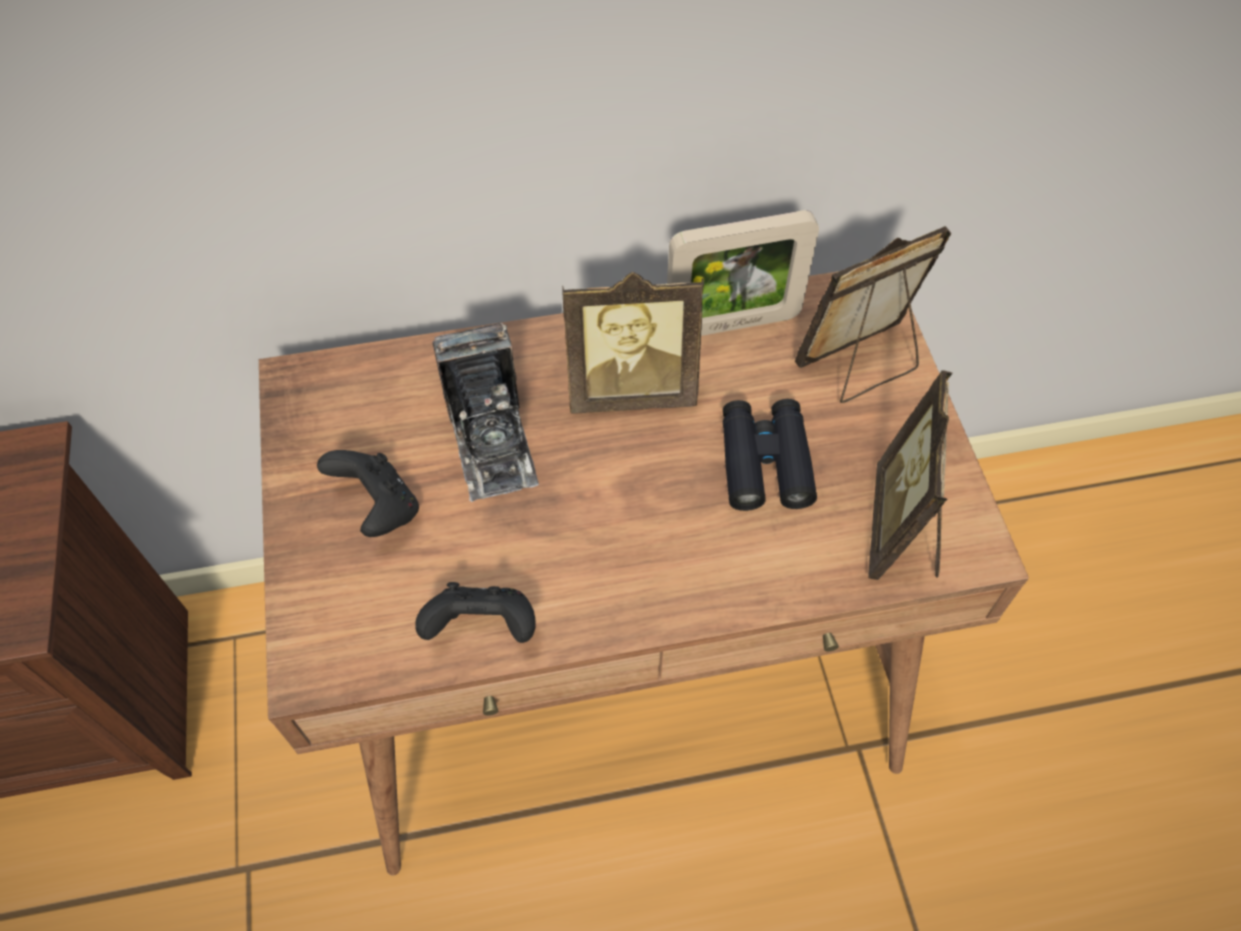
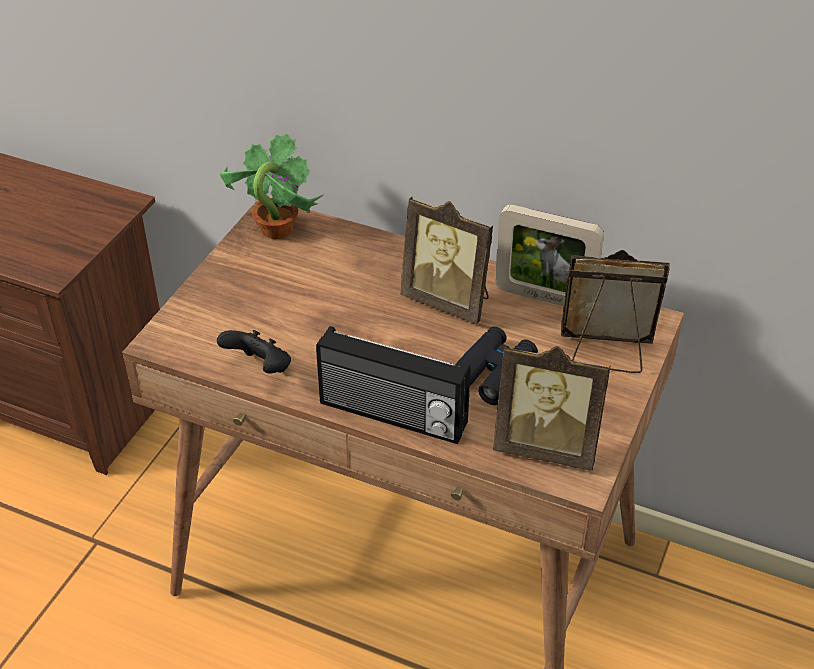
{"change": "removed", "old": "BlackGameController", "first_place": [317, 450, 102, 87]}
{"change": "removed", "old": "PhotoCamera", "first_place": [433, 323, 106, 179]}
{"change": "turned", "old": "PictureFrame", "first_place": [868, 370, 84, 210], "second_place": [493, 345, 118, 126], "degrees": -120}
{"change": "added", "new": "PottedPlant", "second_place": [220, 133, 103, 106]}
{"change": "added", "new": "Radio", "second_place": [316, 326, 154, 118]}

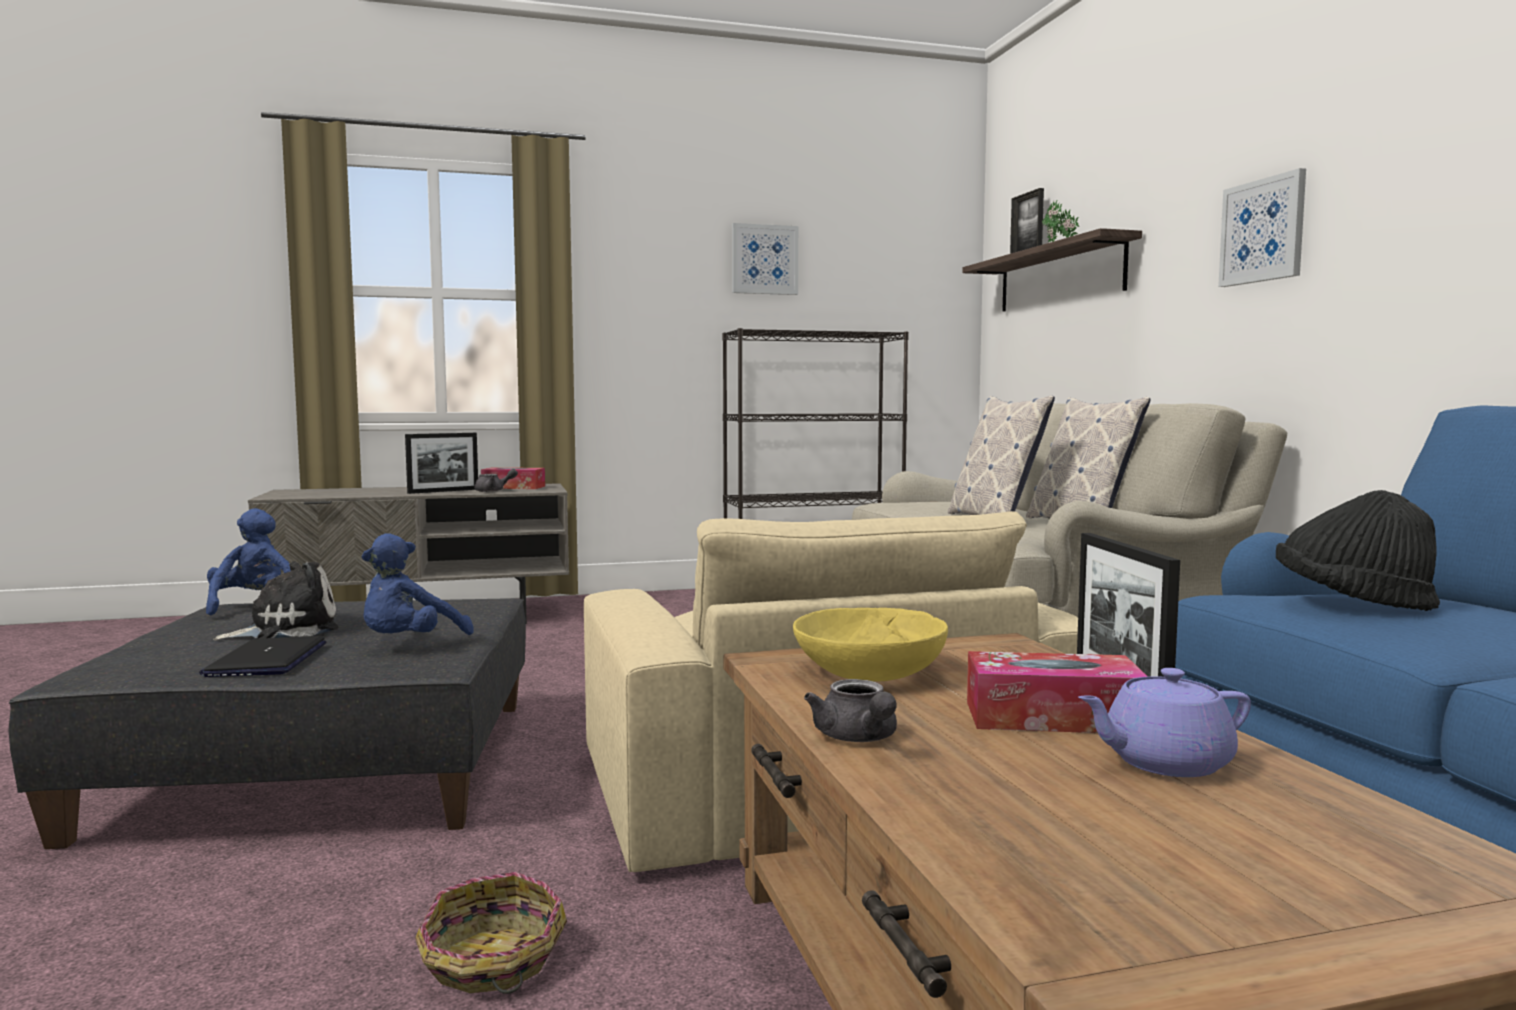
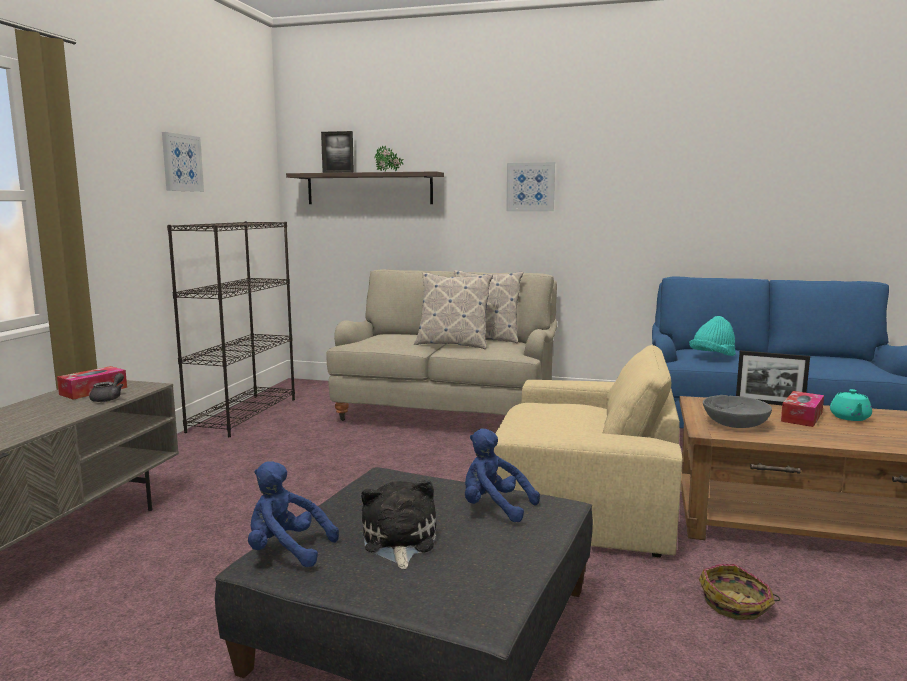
{"change": "removed", "old": "Laptop", "first_place": [199, 636, 127, 41]}
{"change": "turned", "old": "BluePlushToy", "first_place": [362, 533, 112, 102], "second_place": [465, 428, 75, 94], "degrees": 150}
{"change": "removed", "old": "PictureFrame", "first_place": [405, 433, 73, 61]}
{"change": "recoloured", "old": "YellowBowl", "new": "GreyBowl", "first_place": [793, 608, 155, 73], "second_place": [703, 395, 69, 33]}
{"change": "removed", "old": "GreyTeapot", "first_place": [804, 679, 93, 63]}
{"change": "recoloured", "old": "PurpleTeapot", "new": "TurquoiseTeapot", "first_place": [1078, 668, 173, 109], "second_place": [830, 389, 42, 32]}
{"change": "recoloured", "old": "BlackHat", "new": "TurquoiseHat", "first_place": [1276, 490, 164, 121], "second_place": [689, 316, 47, 40]}

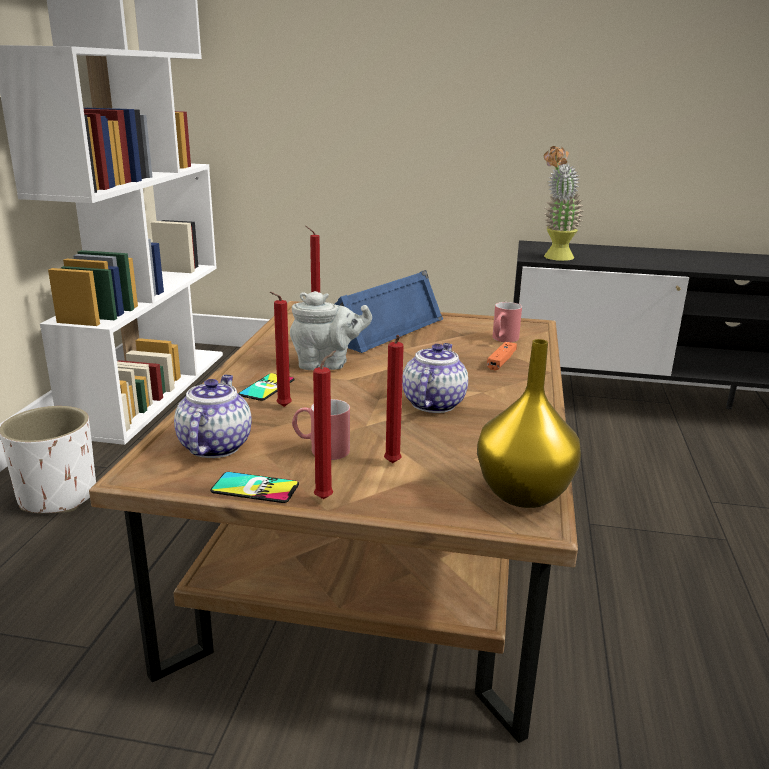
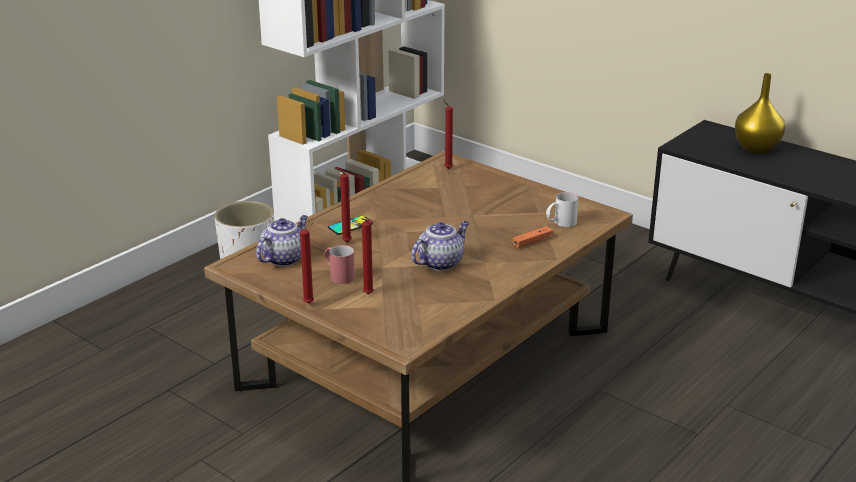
{"change": "removed", "old": "Phone", "first_place": [210, 472, 89, 31]}
{"change": "removed", "old": "GreyTeapot", "first_place": [290, 291, 82, 79]}
{"change": "removed", "old": "BlueSpeaker", "first_place": [335, 270, 108, 83]}
{"change": "moved", "old": "YellowVase", "first_place": [477, 339, 104, 169], "second_place": [735, 73, 50, 81]}
{"change": "recoloured", "old": "RedMug", "new": "WhiteMug", "first_place": [492, 302, 30, 40], "second_place": [546, 192, 32, 35]}
{"change": "removed", "old": "PottedPlant", "first_place": [544, 146, 40, 115]}

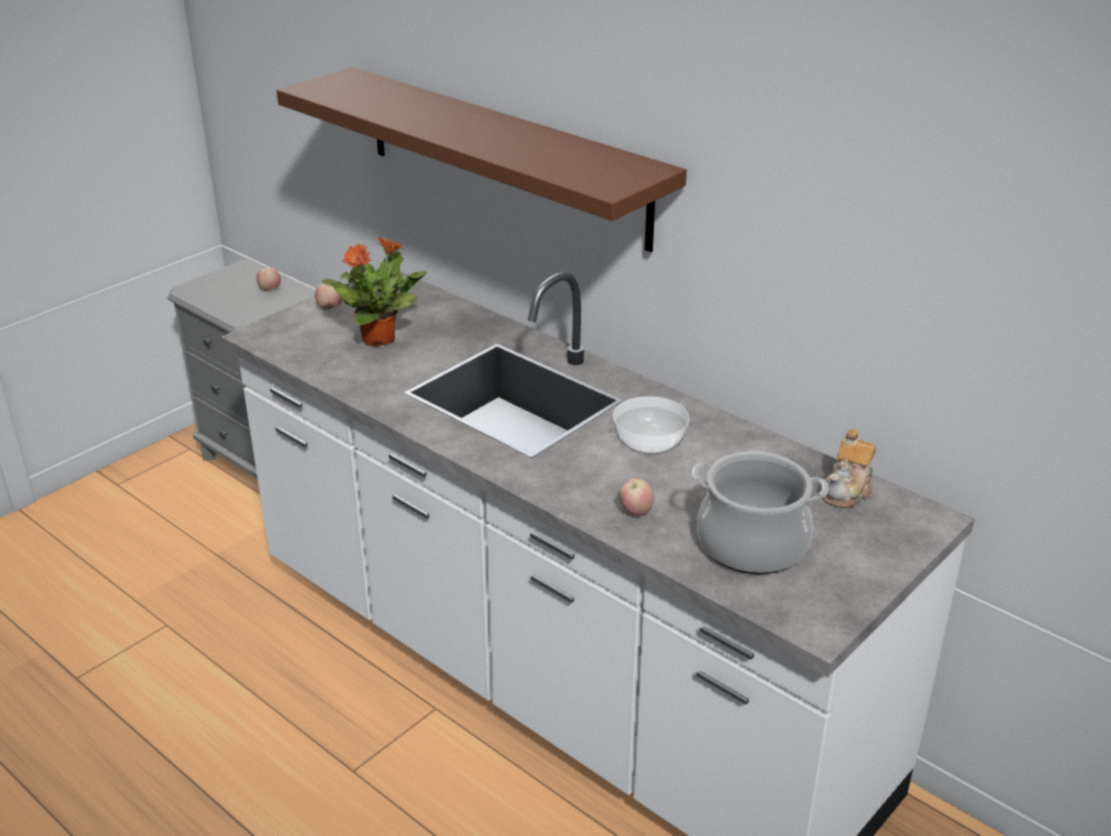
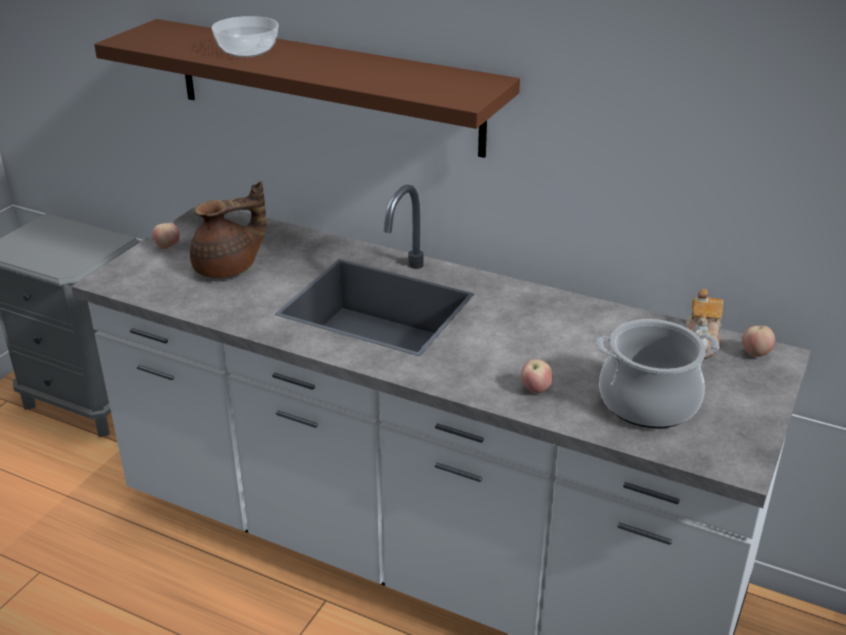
{"change": "moved", "old": "Apple", "first_place": [256, 268, 25, 23], "second_place": [742, 326, 33, 31]}
{"change": "replaced", "old": "PottedPlant", "new": "BrownTeapot", "first_place": [322, 237, 105, 110], "second_place": [190, 181, 76, 97]}
{"change": "moved", "old": "Bowl", "first_place": [613, 396, 77, 58], "second_place": [212, 16, 67, 41]}

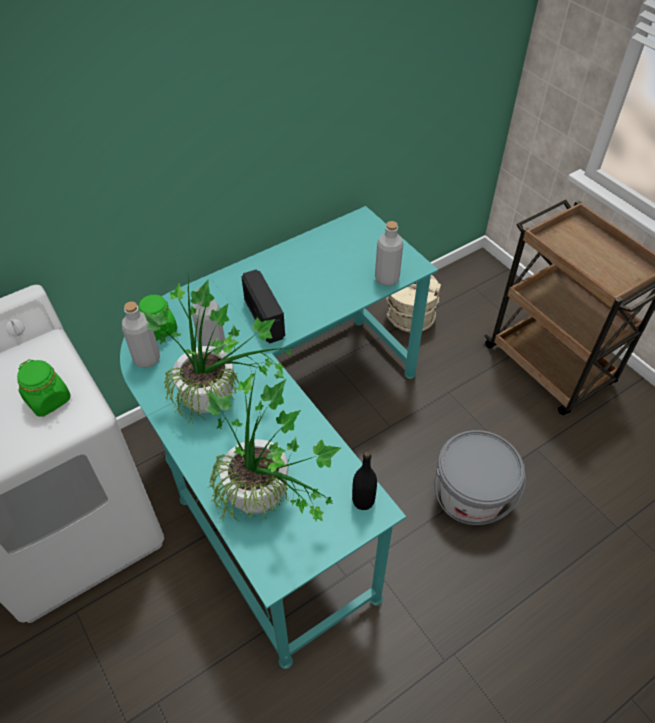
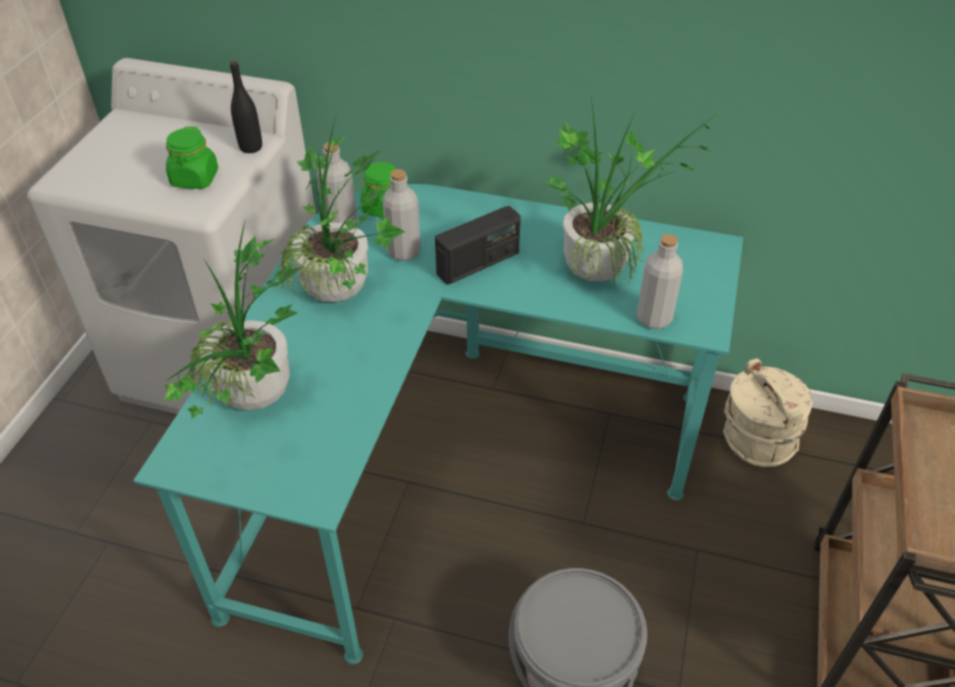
{"change": "turned", "old": "Radio", "first_place": [241, 270, 44, 73], "second_place": [435, 206, 86, 79], "degrees": -150}
{"change": "moved", "old": "BlackBottle", "first_place": [352, 451, 25, 59], "second_place": [230, 60, 32, 93]}
{"change": "added", "new": "PottedPlant", "second_place": [543, 96, 176, 190]}

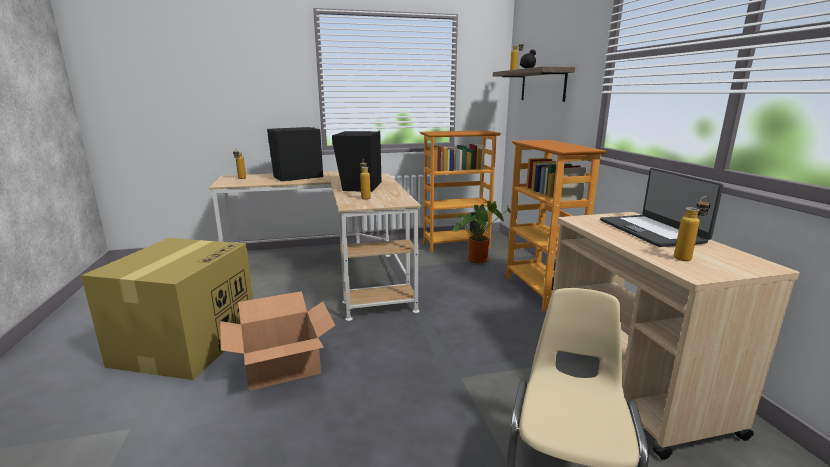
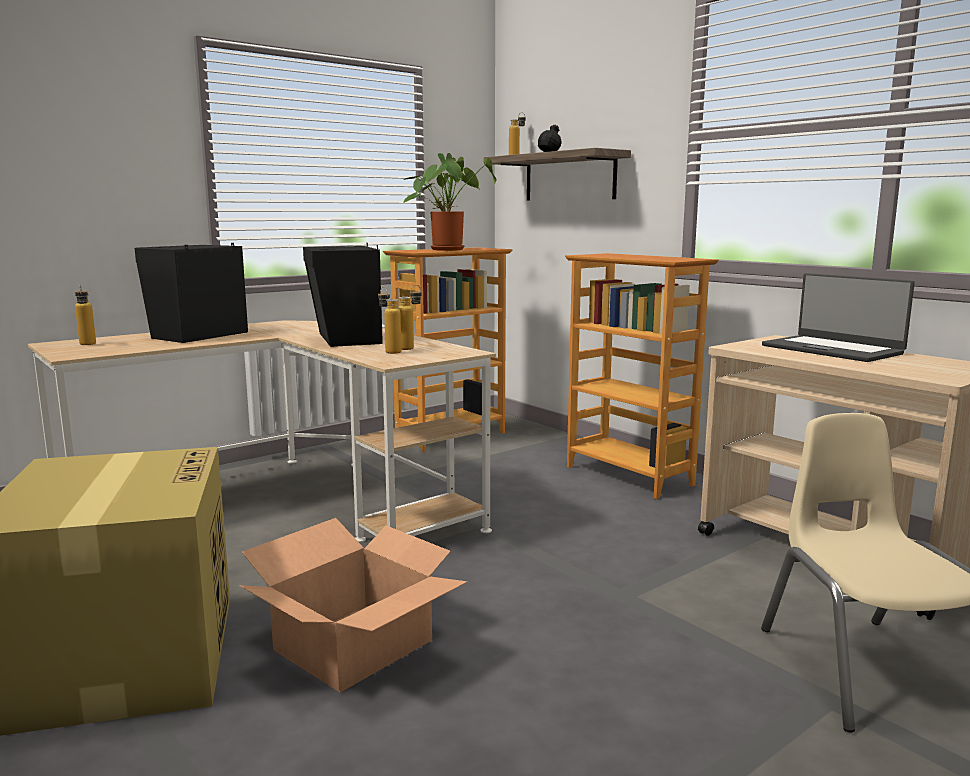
{"change": "moved", "old": "PottedPlant", "first_place": [451, 201, 60, 62], "second_place": [403, 153, 94, 98]}
{"change": "moved", "old": "Bottle", "first_place": [674, 196, 37, 65], "second_place": [398, 285, 23, 65]}

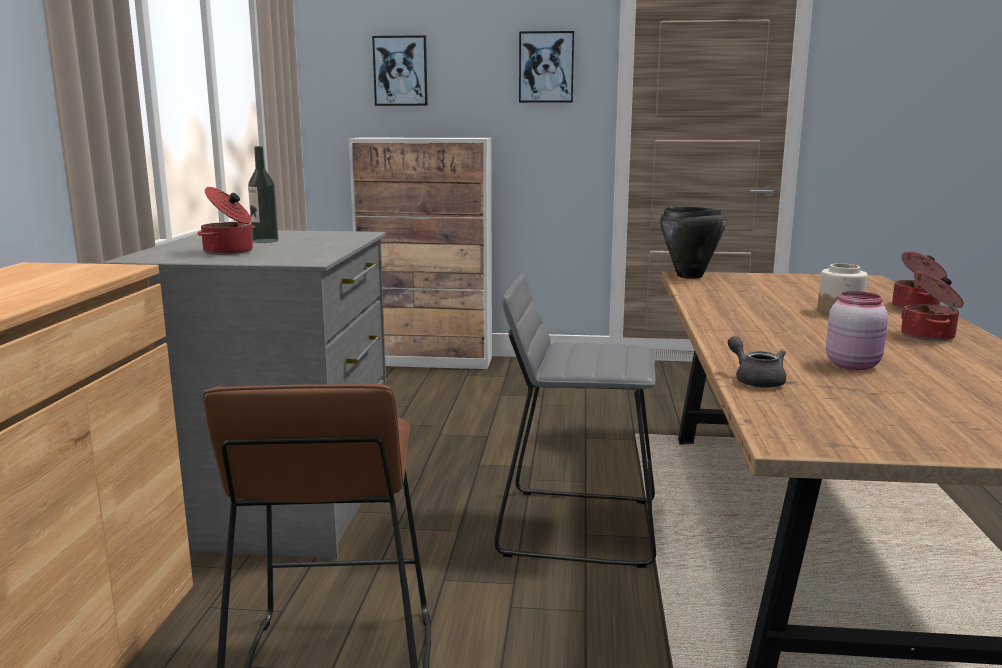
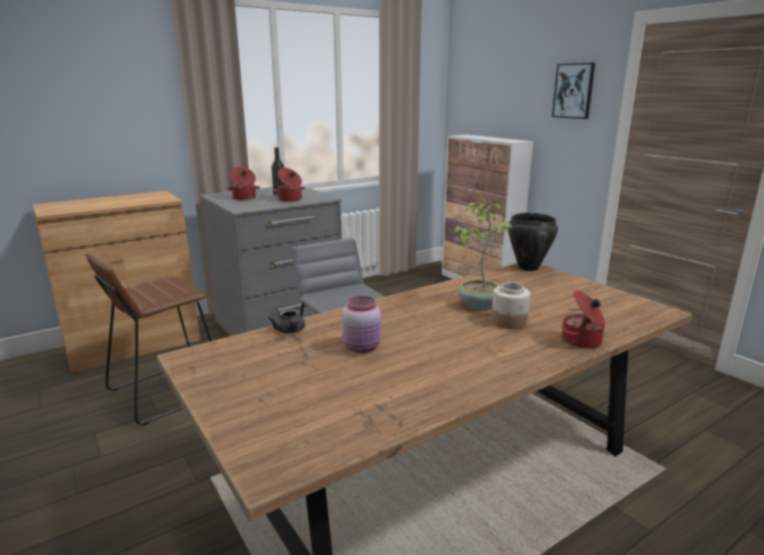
{"change": "removed", "old": "Picture", "first_place": [372, 35, 56, 71]}
{"change": "turned", "old": "GreyTeapot", "first_place": [728, 336, 58, 52], "second_place": [268, 309, 37, 24], "degrees": 135}
{"change": "moved", "old": "CookingPot", "first_place": [901, 271, 63, 70], "second_place": [273, 168, 33, 34]}
{"change": "added", "new": "PottedPlant", "second_place": [454, 199, 58, 111]}

